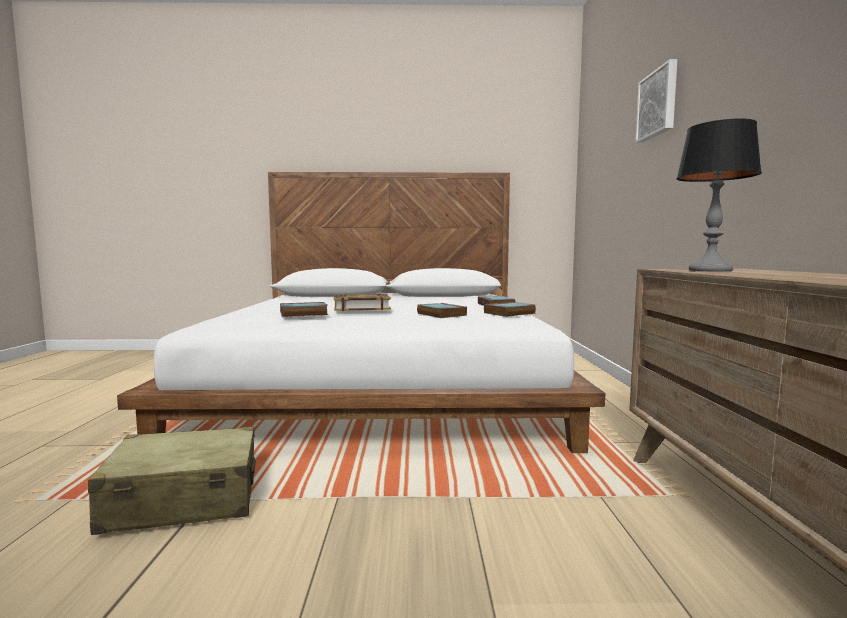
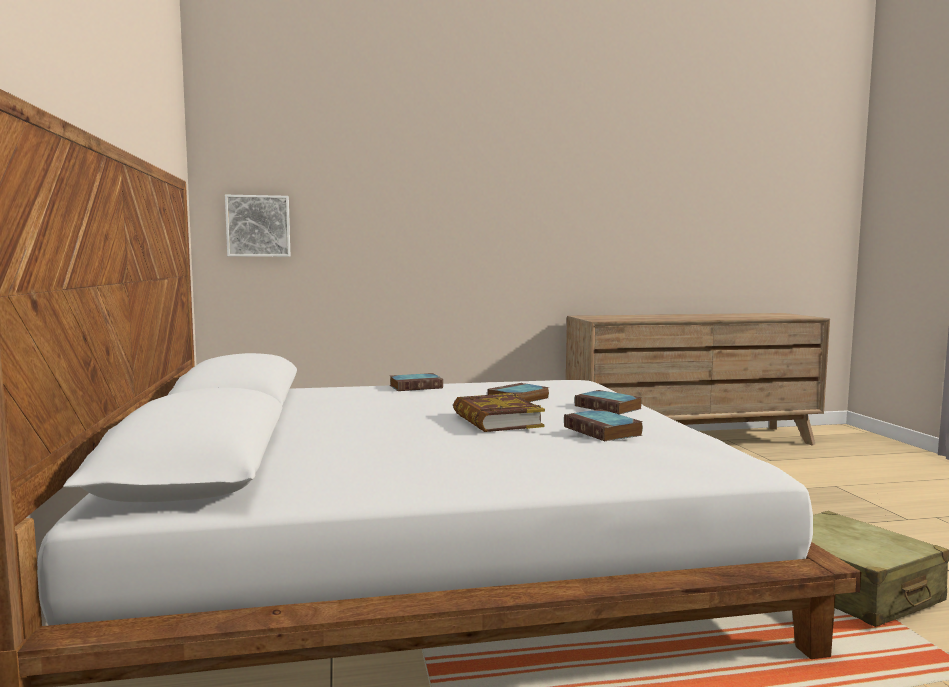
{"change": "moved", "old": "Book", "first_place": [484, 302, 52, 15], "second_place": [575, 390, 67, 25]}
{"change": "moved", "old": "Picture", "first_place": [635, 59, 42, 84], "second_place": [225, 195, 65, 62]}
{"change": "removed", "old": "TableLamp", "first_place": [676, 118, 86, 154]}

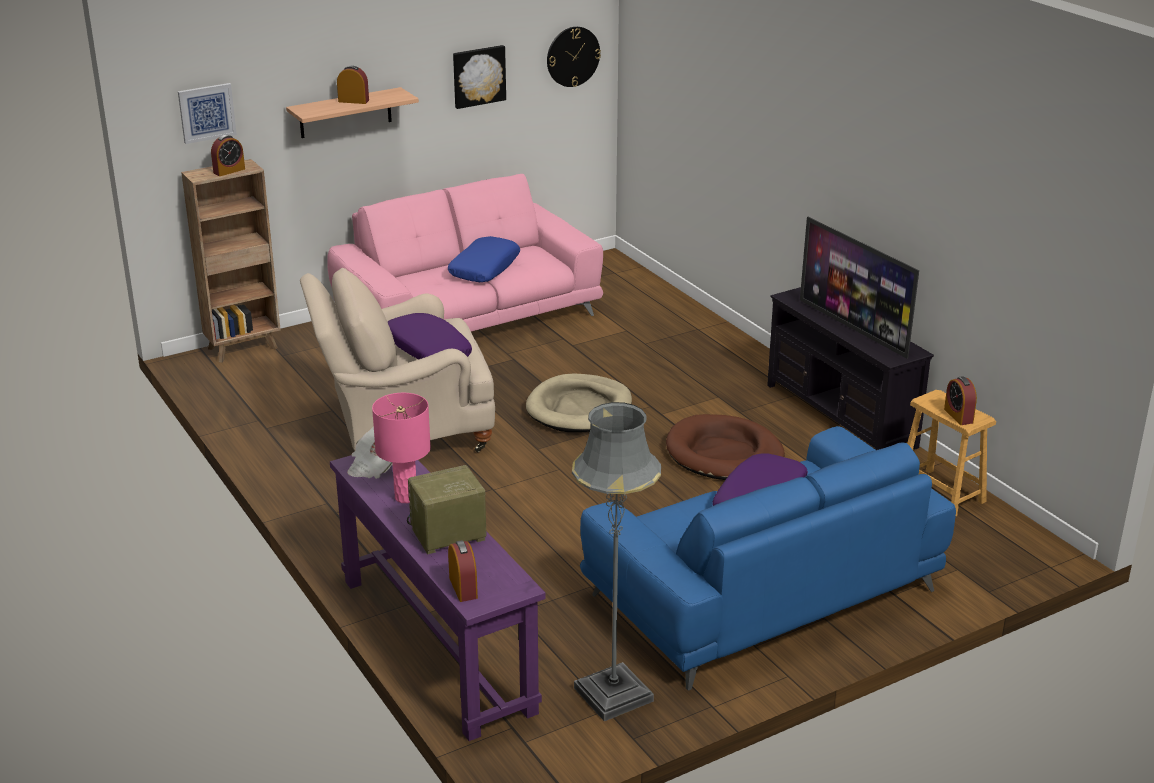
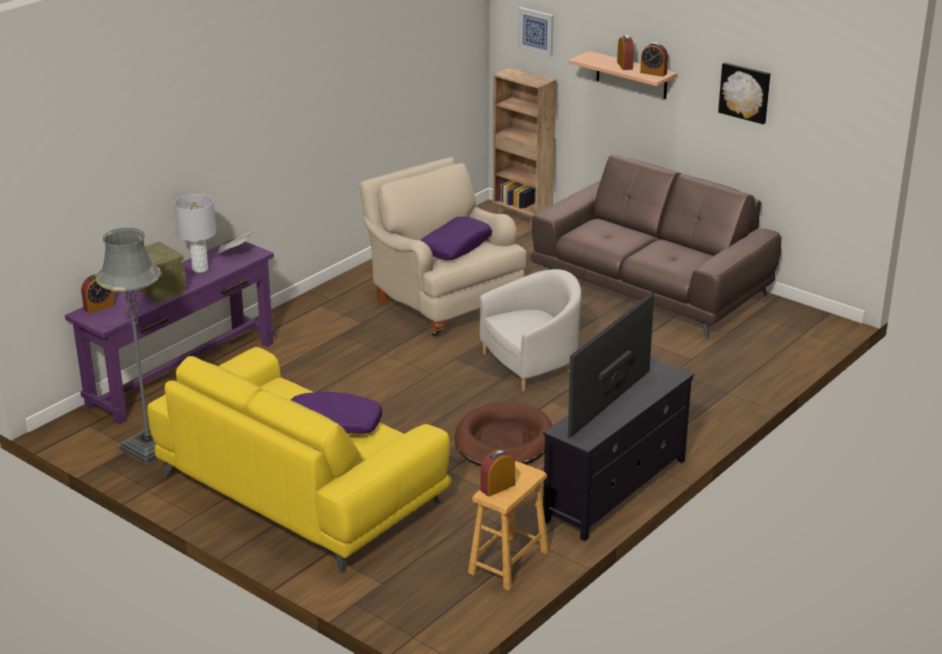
{"change": "moved", "old": "AlarmClock", "first_place": [211, 135, 34, 41], "second_place": [640, 42, 28, 35]}
{"change": "recoloured", "old": "PinkSofa", "new": "BrownSofa", "first_place": [327, 174, 276, 157], "second_place": [530, 155, 251, 184]}
{"change": "recoloured", "old": "PinkTableLamp", "new": "GreyTableLamp", "first_place": [372, 393, 59, 110], "second_place": [174, 194, 42, 79]}
{"change": "removed", "old": "BluePillow", "first_place": [448, 236, 72, 46]}
{"change": "replaced", "old": "BeigeDogBed", "new": "WhiteArmchair", "first_place": [526, 373, 106, 59], "second_place": [480, 269, 102, 122]}
{"change": "removed", "old": "WallClock", "first_place": [547, 27, 54, 60]}
{"change": "recoloured", "old": "BlueSofa", "new": "YellowSofa", "first_place": [580, 426, 376, 265], "second_place": [147, 347, 304, 227]}

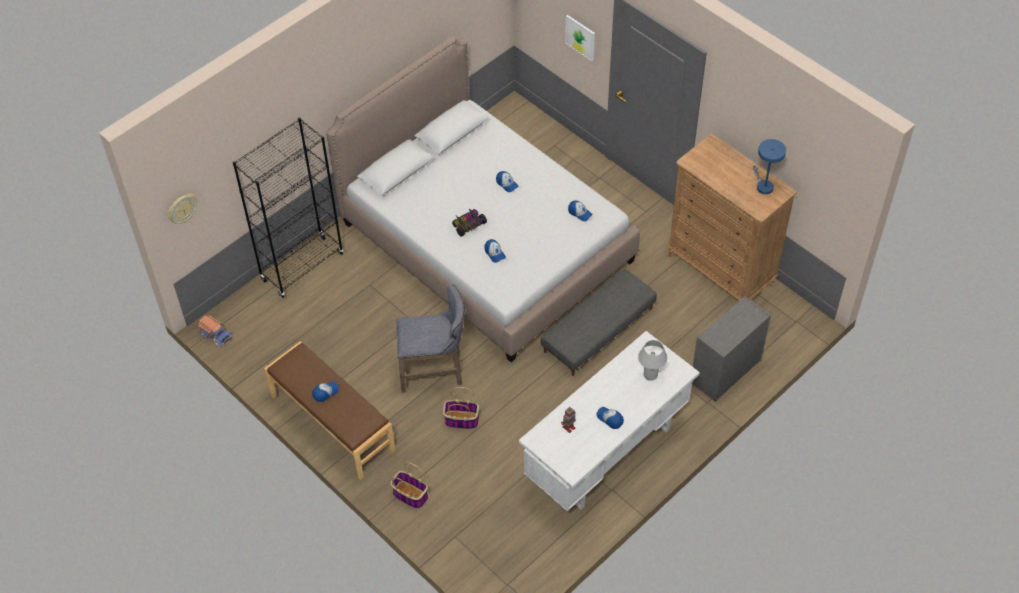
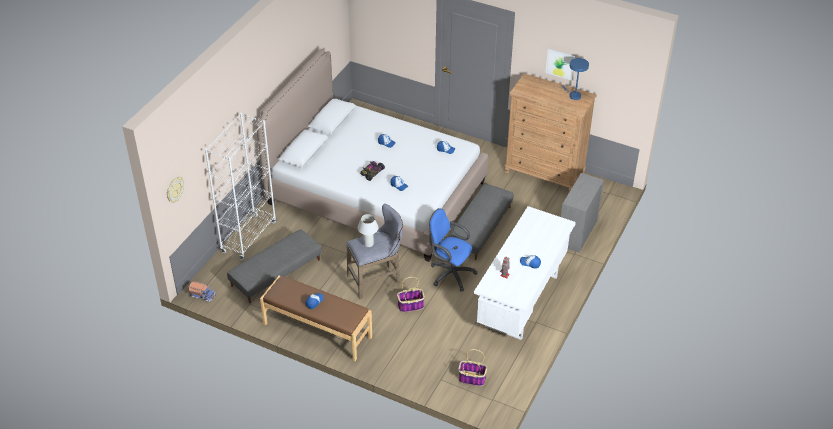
{"change": "recoloured", "old": "BlackBookcase", "new": "WhiteBookcase", "first_place": [233, 118, 111, 180], "second_place": [205, 113, 71, 147]}
{"change": "moved", "old": "Basket", "first_place": [391, 462, 37, 47], "second_place": [458, 349, 29, 37]}
{"change": "moved", "old": "Picture", "first_place": [565, 15, 30, 46], "second_place": [545, 49, 30, 31]}
{"change": "moved", "old": "WhiteTableLamp", "first_place": [638, 340, 29, 41], "second_place": [358, 214, 21, 33]}
{"change": "added", "new": "GreyOttoman", "second_place": [227, 229, 95, 74]}
{"change": "added", "new": "BlueOfficeChair", "second_place": [429, 208, 48, 83]}

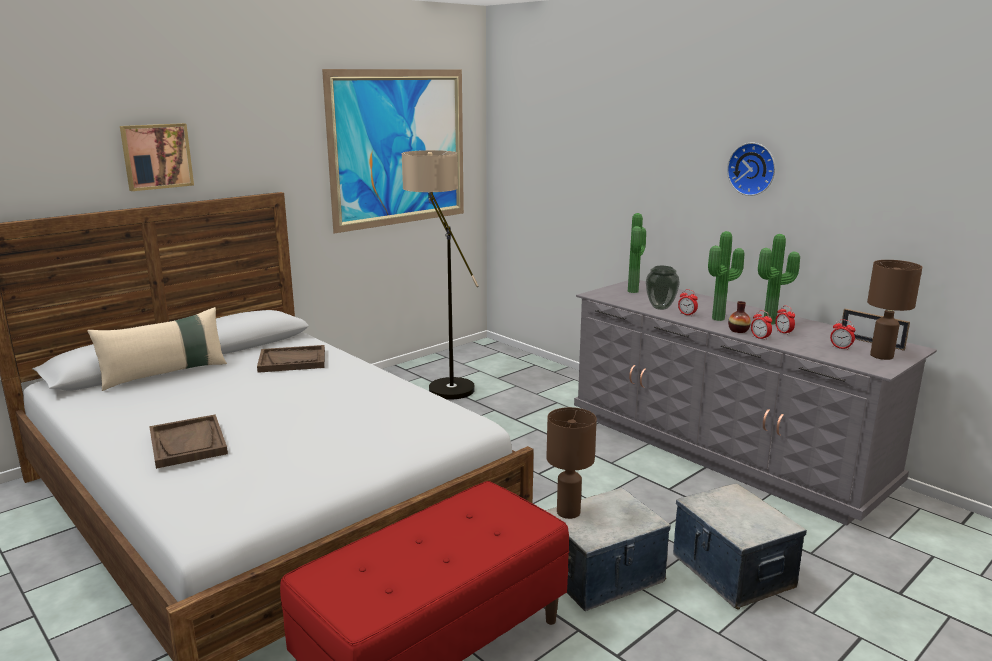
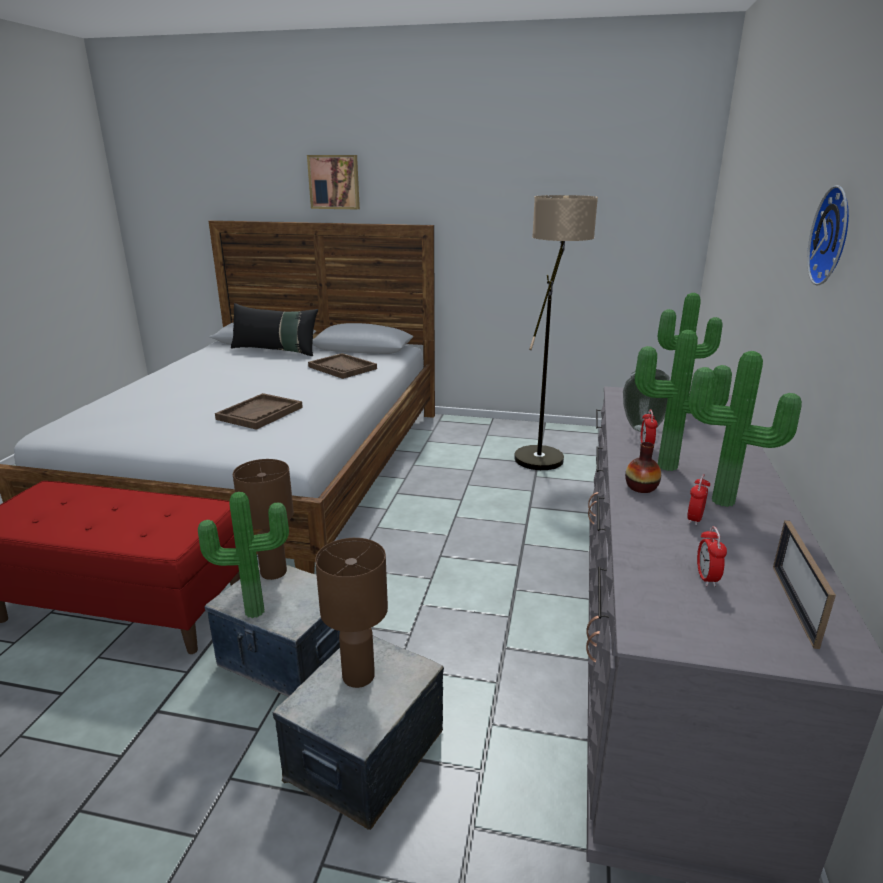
{"change": "recoloured", "old": "BeigePillow", "new": "BlackPillow", "first_place": [87, 307, 140, 84], "second_place": [231, 303, 87, 53]}
{"change": "moved", "old": "BrownTray", "first_place": [149, 414, 79, 55], "second_place": [215, 393, 88, 37]}
{"change": "removed", "old": "Picture", "first_place": [322, 69, 142, 165]}
{"change": "removed", "old": "AlarmClock", "first_place": [751, 310, 21, 30]}
{"change": "moved", "old": "BrownTableLamp", "first_place": [867, 260, 55, 100], "second_place": [315, 538, 73, 150]}
{"change": "added", "new": "PottedPlant", "second_place": [198, 492, 91, 126]}

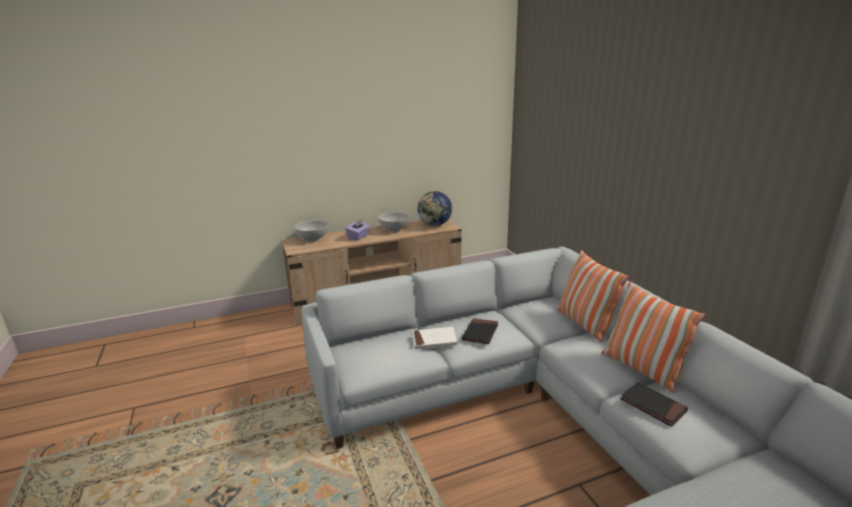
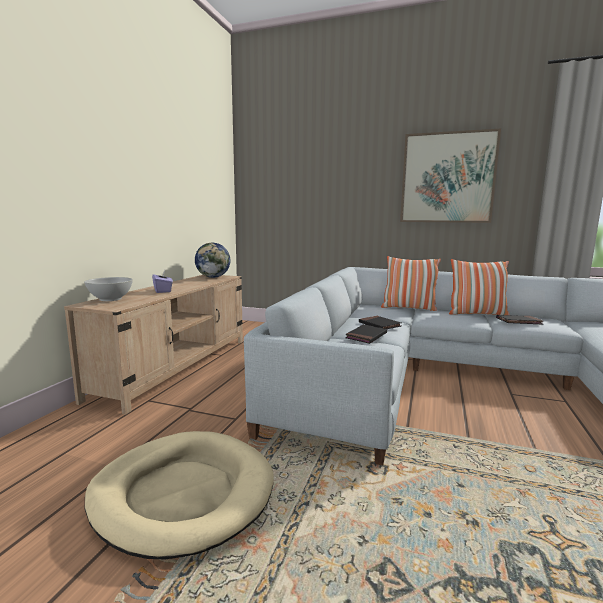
{"change": "removed", "old": "WhiteBowl", "first_place": [378, 212, 31, 20]}
{"change": "recoloured", "old": "WhiteBook", "new": "BlackBook", "first_place": [413, 327, 44, 22], "second_place": [345, 324, 42, 20]}
{"change": "added", "new": "BeigeDogBed", "second_place": [85, 431, 189, 128]}
{"change": "added", "new": "Picture", "second_place": [400, 129, 101, 94]}

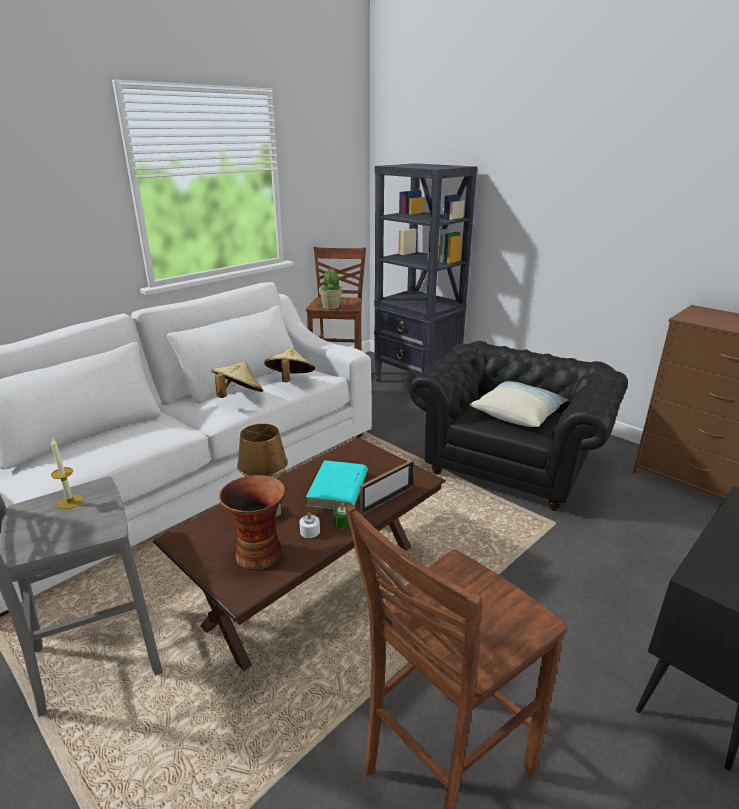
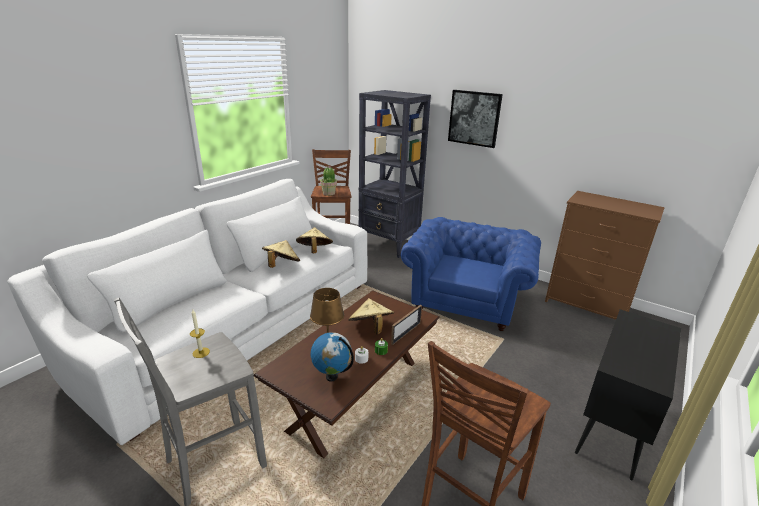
{"change": "replaced", "old": "Vase", "new": "Globe", "first_place": [219, 475, 67, 95], "second_place": [311, 332, 43, 50]}
{"change": "replaced", "old": "TurquoiseBook", "new": "BeigeHat", "first_place": [306, 460, 62, 49], "second_place": [348, 298, 46, 36]}
{"change": "recoloured", "old": "BlackArmchair", "new": "BlueArmchair", "first_place": [409, 341, 219, 170], "second_place": [401, 217, 140, 114]}
{"change": "removed", "old": "Pillow", "first_place": [470, 381, 99, 46]}
{"change": "added", "new": "Picture", "second_place": [448, 90, 55, 58]}

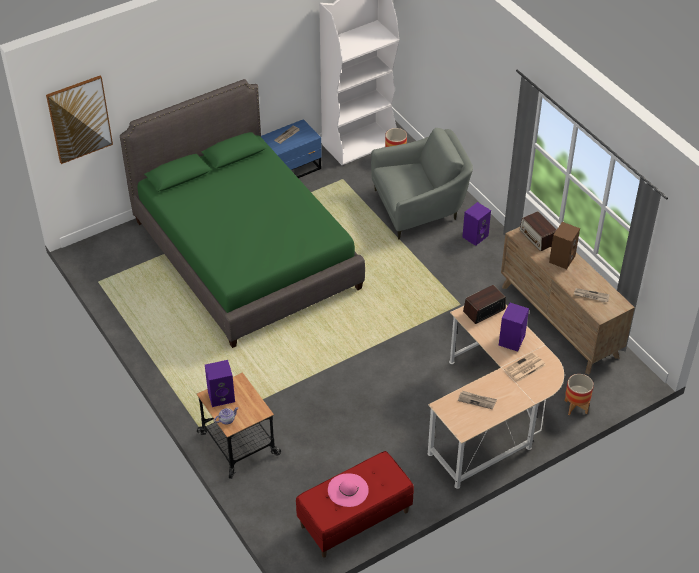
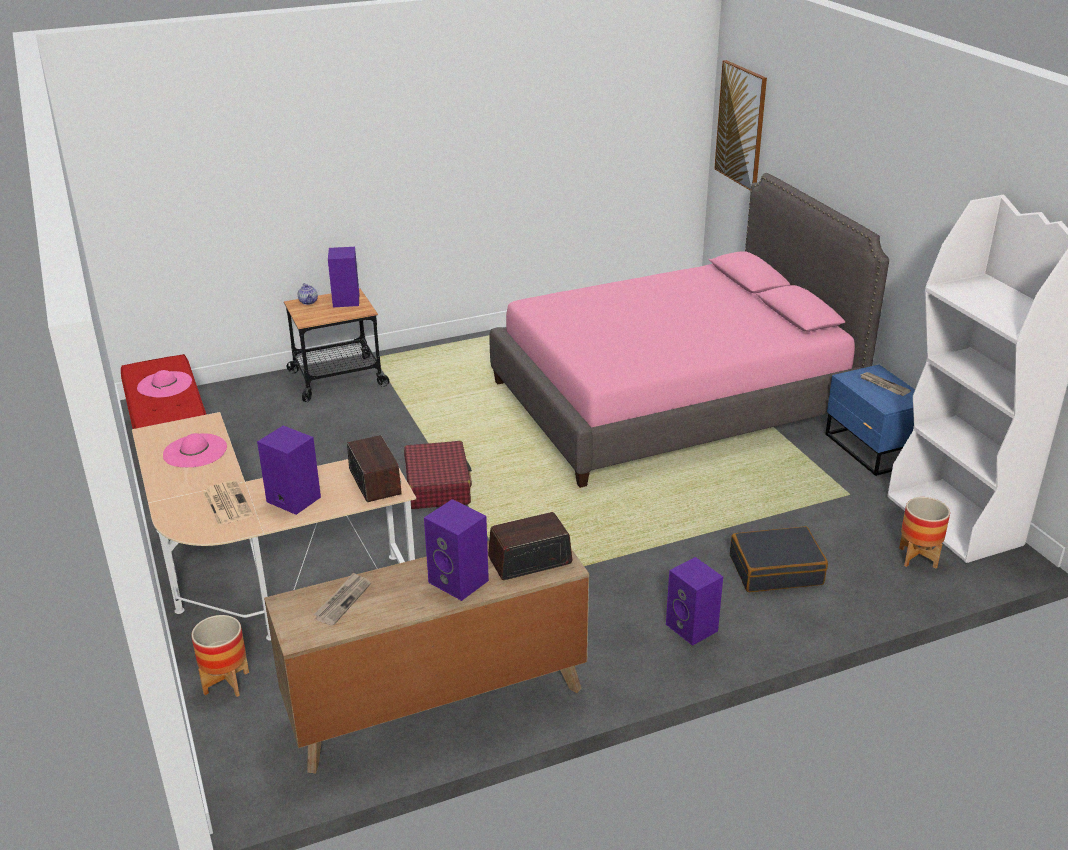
{"change": "recoloured", "old": "GreenBed", "new": "PinkBed", "first_place": [120, 79, 245, 269], "second_place": [490, 173, 399, 315]}
{"change": "replaced", "old": "GreyArmchair", "new": "BlackSuitcase", "first_place": [371, 128, 102, 112], "second_place": [730, 526, 98, 66]}
{"change": "replaced", "old": "Newspaper", "new": "PinkHat", "first_place": [458, 391, 39, 18], "second_place": [163, 433, 64, 34]}
{"change": "recoloured", "old": "BrownSpeaker", "new": "PurpleSpeaker", "first_place": [549, 222, 31, 47], "second_place": [424, 499, 65, 102]}
{"change": "added", "new": "RedSuitcase", "second_place": [404, 441, 68, 68]}

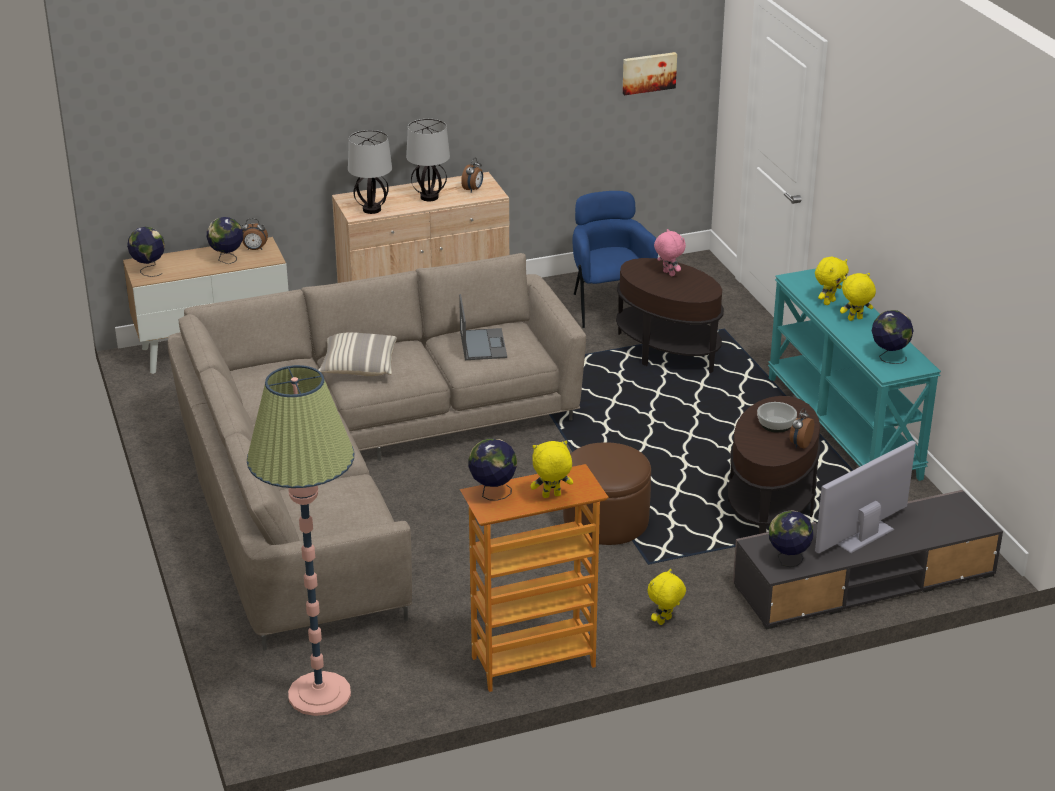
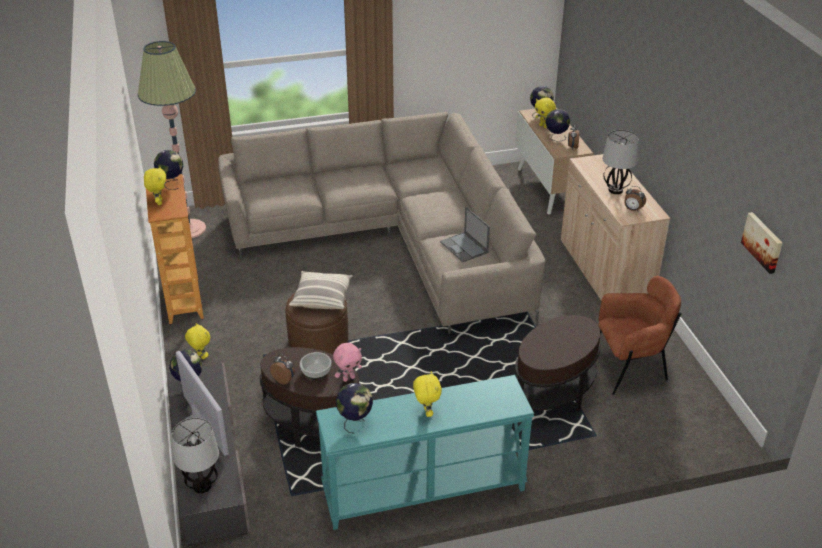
{"change": "moved", "old": "Pillow", "first_place": [318, 332, 79, 44], "second_place": [289, 271, 63, 38]}
{"change": "moved", "old": "TableLamp", "first_place": [348, 130, 44, 84], "second_place": [172, 418, 47, 75]}
{"change": "turned", "old": "Laptop", "first_place": [459, 294, 48, 66], "second_place": [440, 207, 50, 55], "degrees": 60}
{"change": "recoloured", "old": "BlueArmchair", "new": "BrownArmchair", "first_place": [572, 191, 86, 137], "second_place": [598, 276, 84, 119]}
{"change": "moved", "old": "PinkPlushToy", "first_place": [654, 229, 32, 47], "second_place": [333, 343, 29, 39]}
{"change": "moved", "old": "YellowPlushToy", "first_place": [815, 257, 34, 48], "second_place": [535, 97, 21, 31]}

